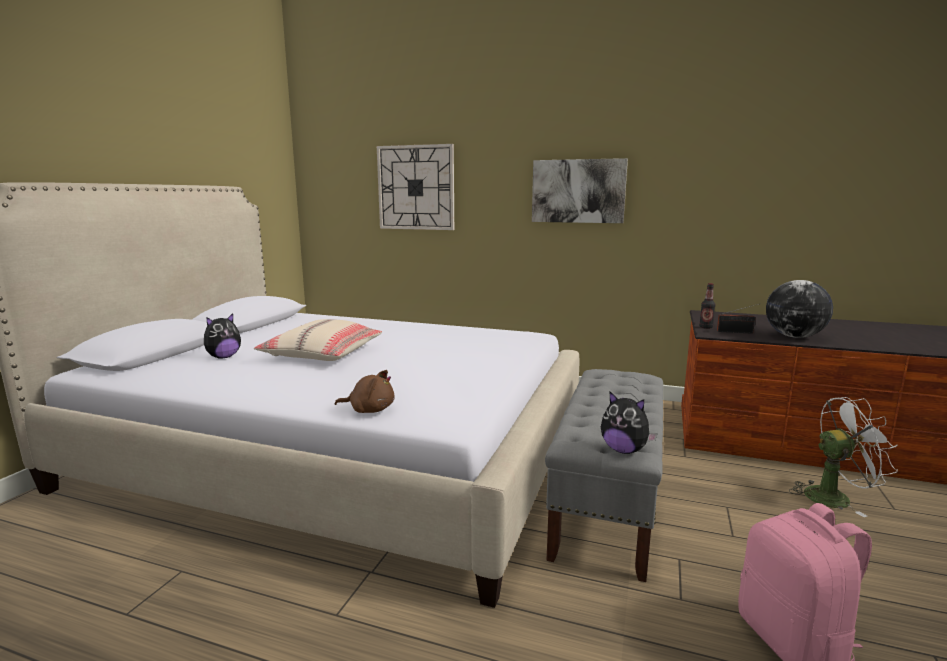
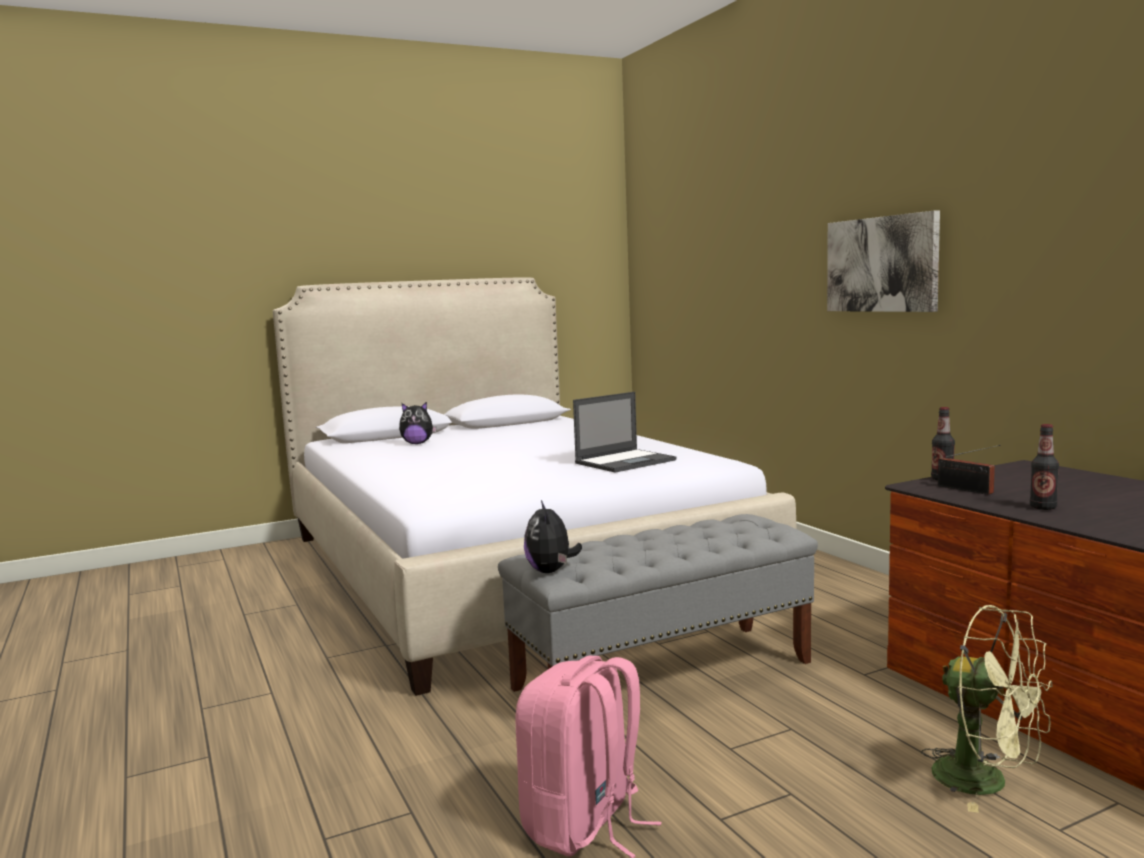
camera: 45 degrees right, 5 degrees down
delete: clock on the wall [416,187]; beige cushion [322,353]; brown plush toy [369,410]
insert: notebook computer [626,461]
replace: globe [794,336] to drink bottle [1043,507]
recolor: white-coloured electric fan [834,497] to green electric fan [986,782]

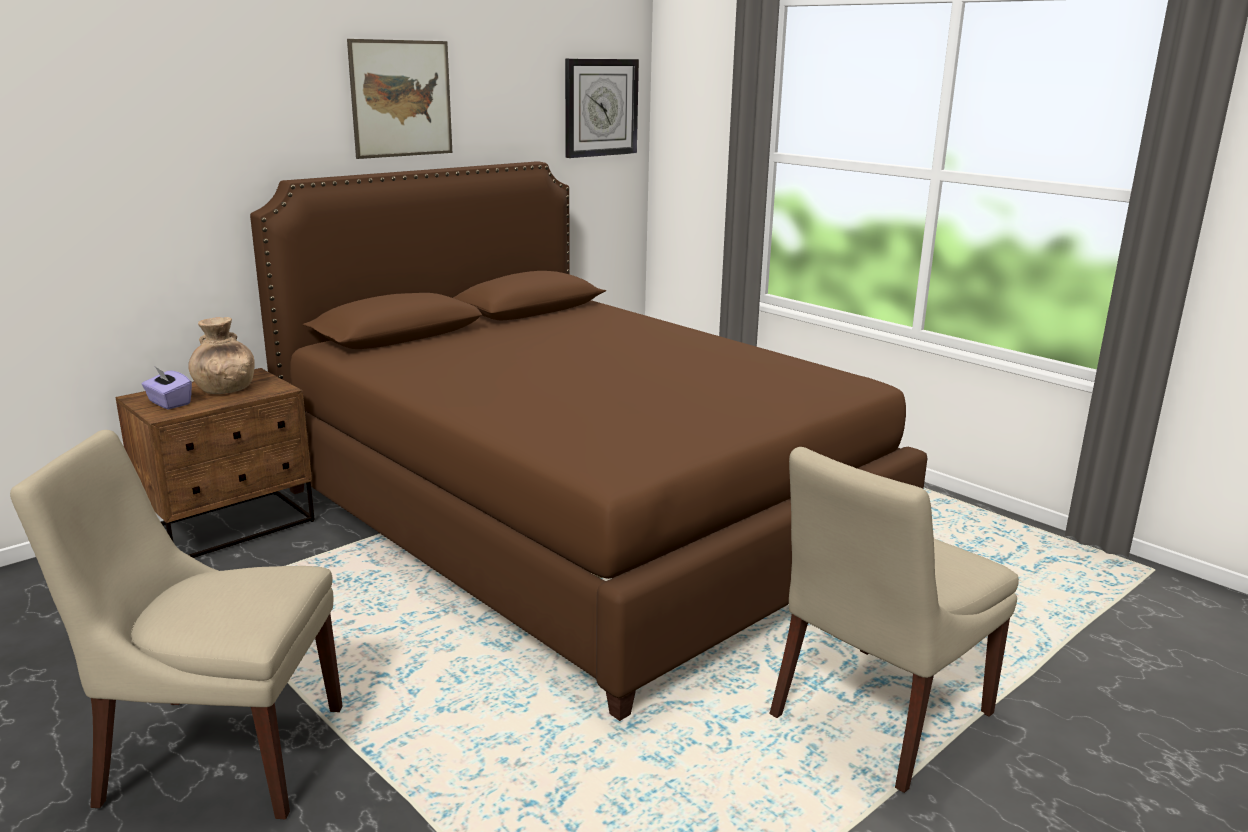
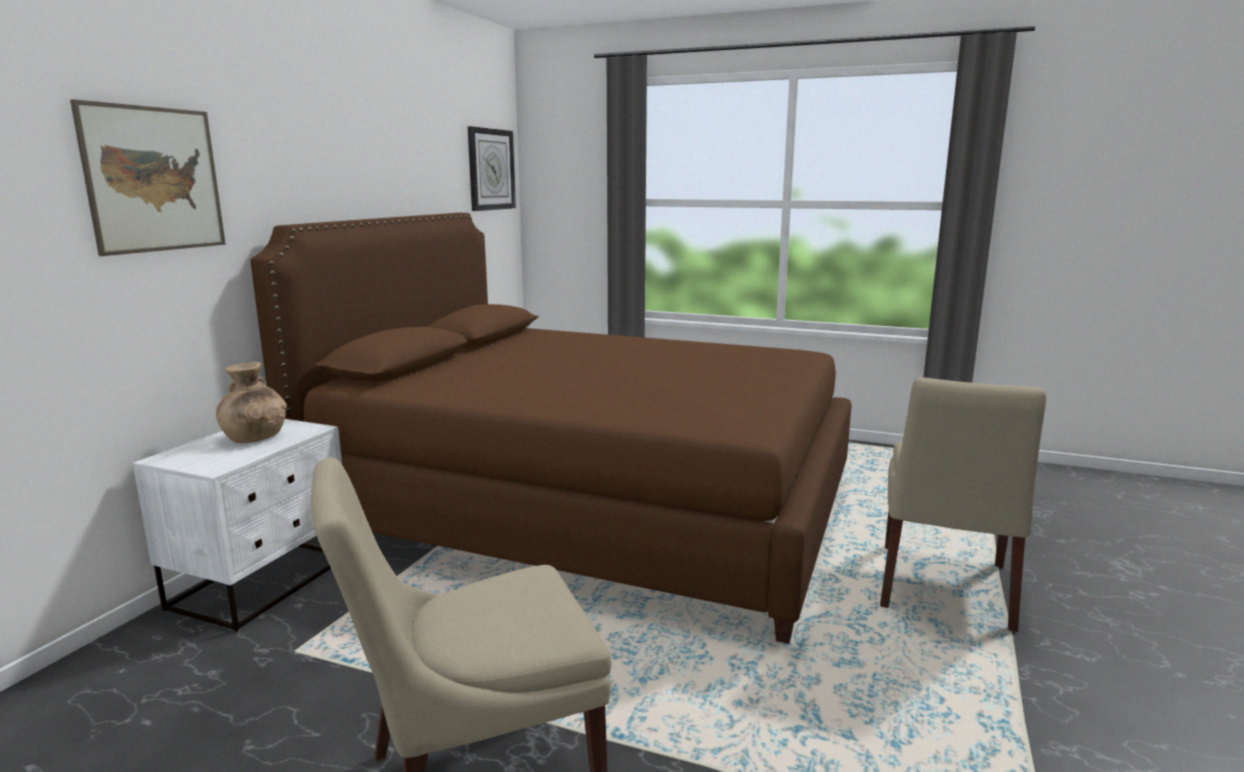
camera: 25 degrees left, 5 degrees down
delete: purple tissue box [169,403]
move: wall art [401,98] to [154,179]
recolor: brown nightstand [230,527] to white-coloured nightstand [264,582]

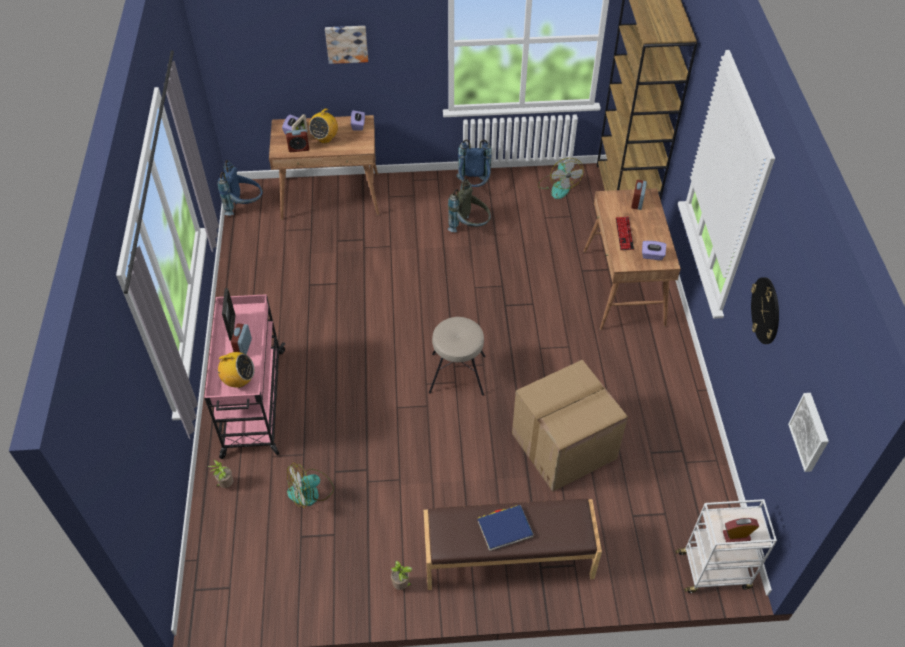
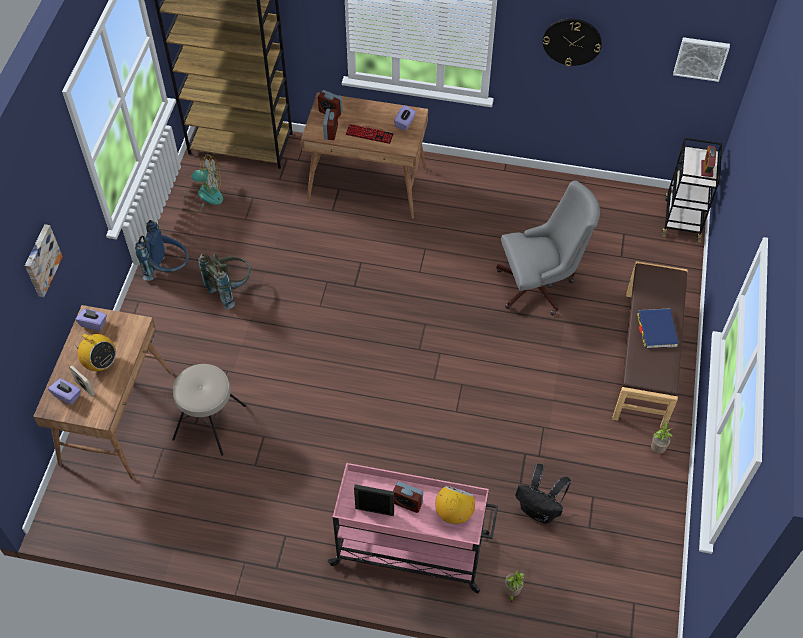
camera: 75 degrees left, 5 degrees up
delete: blue-coloured backpack [245,206]
move: alarm clock [299,148] to [331,132]; beige stool [457,374] to [210,422]
replace: carton [563,447] to gray desk chair [539,285]; electric fan [310,492] to blackish backpack [539,510]
recolor: white-coloured wheeled cart [714,570] to blackish wheeled cart [682,219]

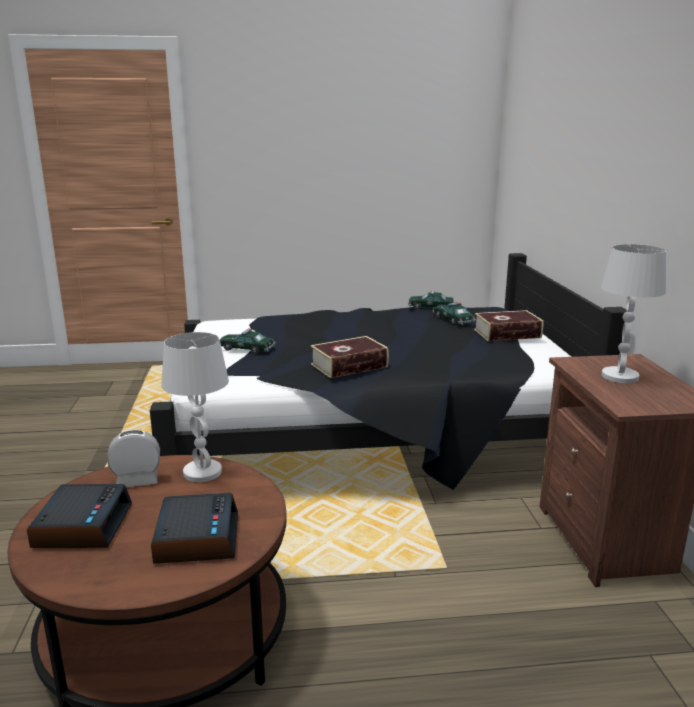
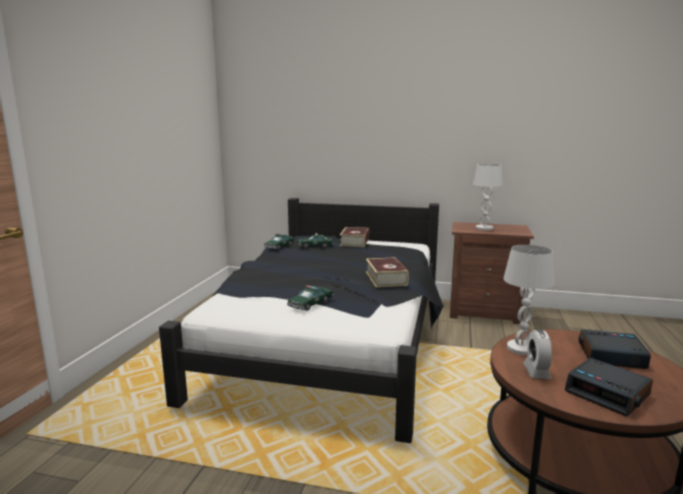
camera: 70 degrees left, 5 degrees down
rotate: alarm clock [82,525] = [608,393] 150 degrees counterclockwise

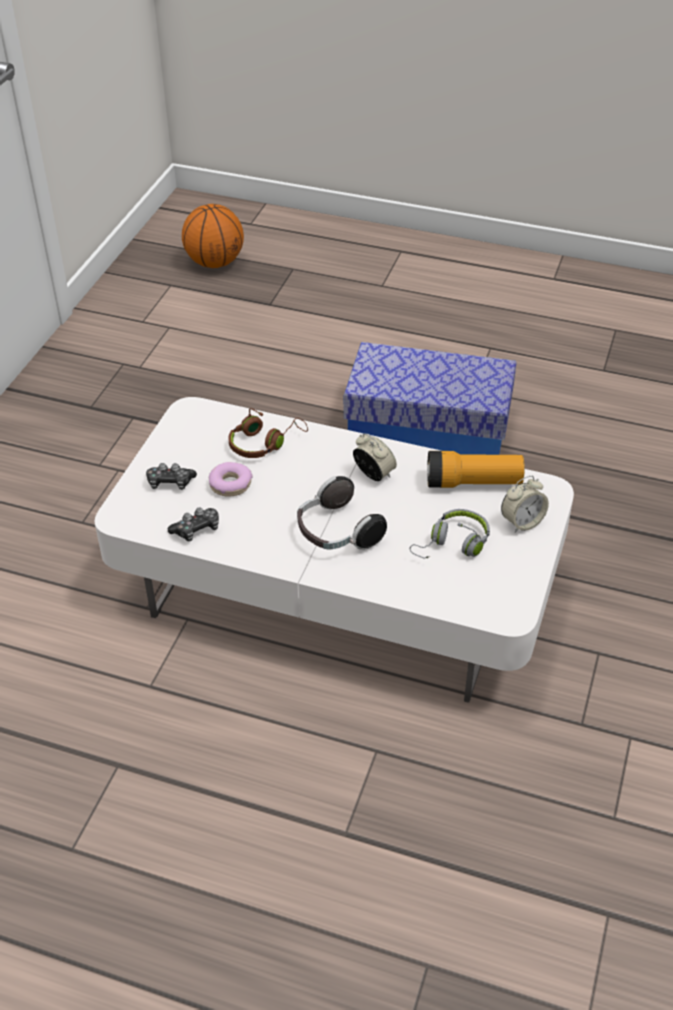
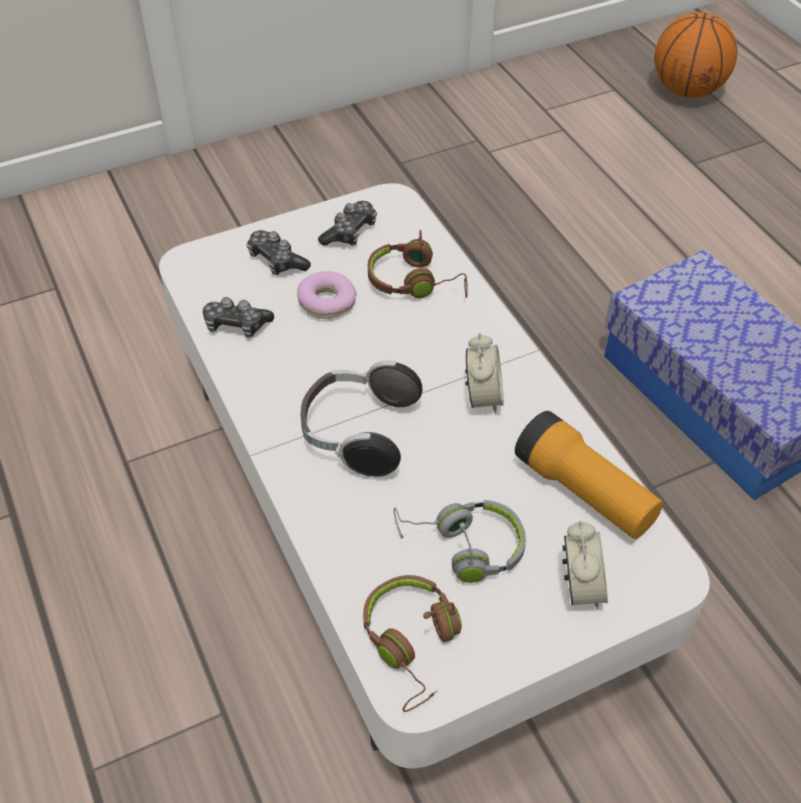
camera: 45 degrees right, 5 degrees up
insert: gamepad [350,232]; brown headphones [413,644]
rotate: alarm clock [522,522] = [580,588] 105 degrees counterclockwise

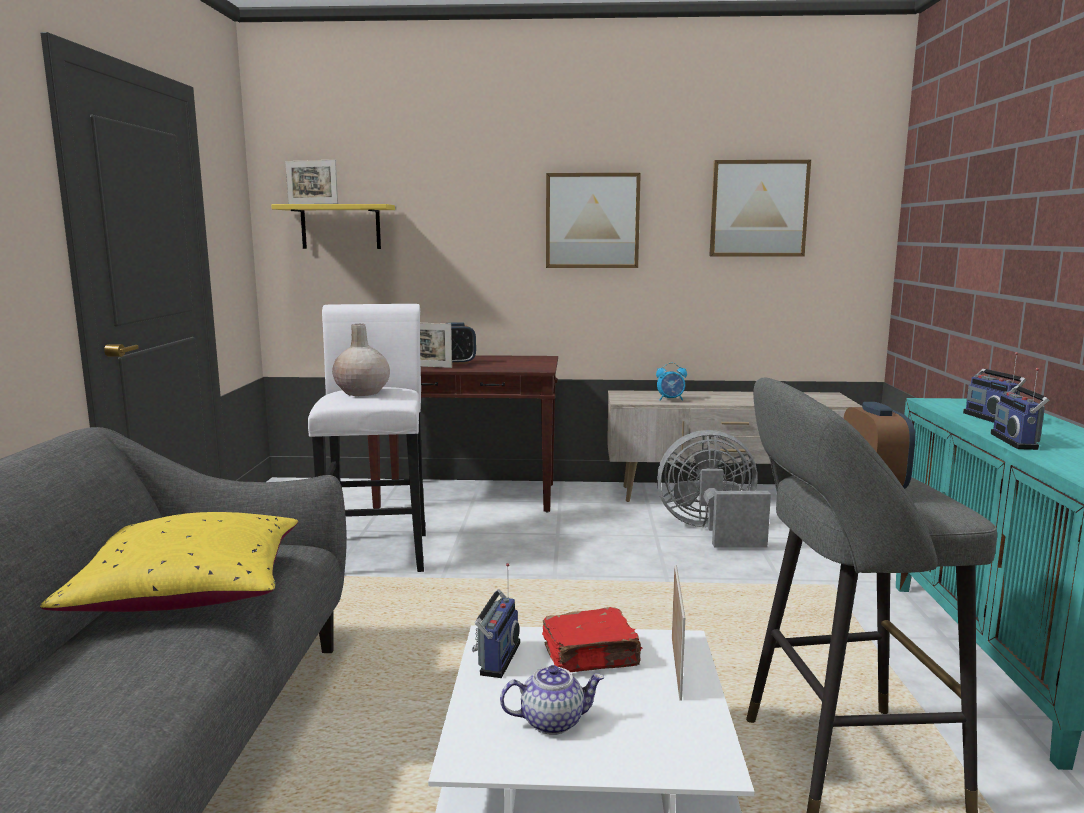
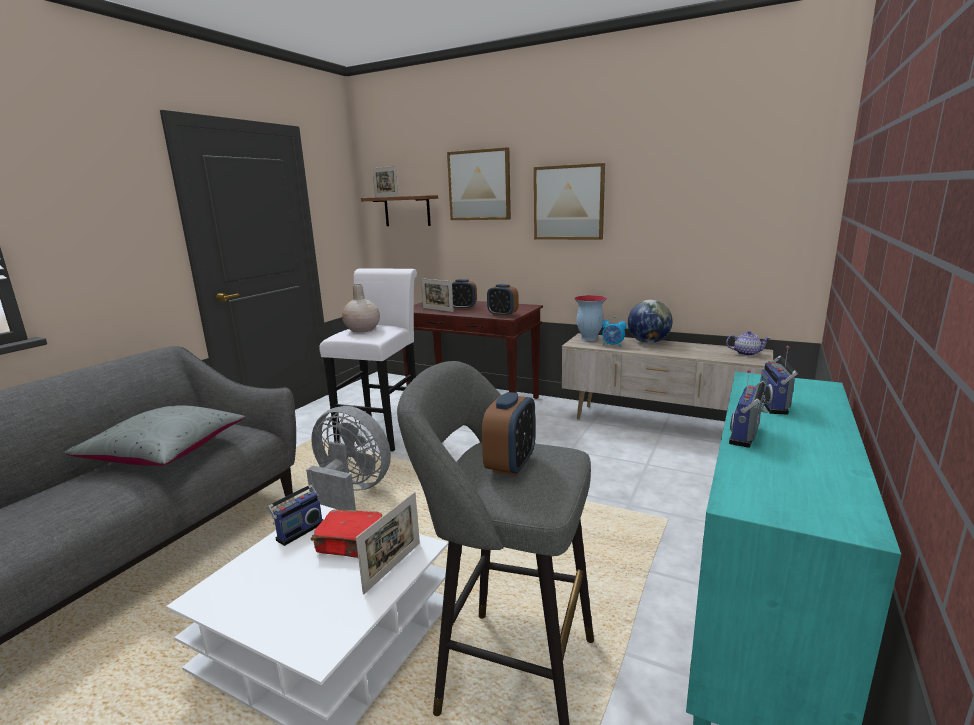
camera: 25 degrees right, 5 degrees up
insert: alarm clock [502,314]; flower vase [589,339]; globe [648,342]
move: wall art [758,208] to [479,185]; gray electric fan [711,531] to [350,494]; tea pot [552,721] to [746,353]
recolor: yellow-coloured bracket shelf [340,227] to brown bracket shelf [407,211]; yellow-coloured cushion [189,590] to gray cushion [165,452]

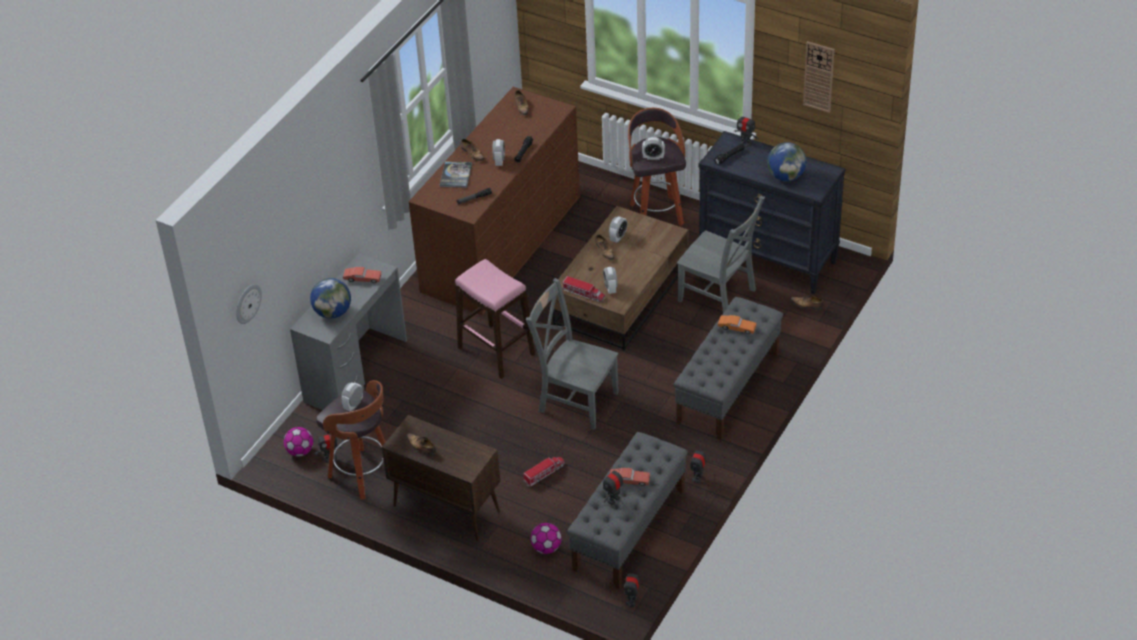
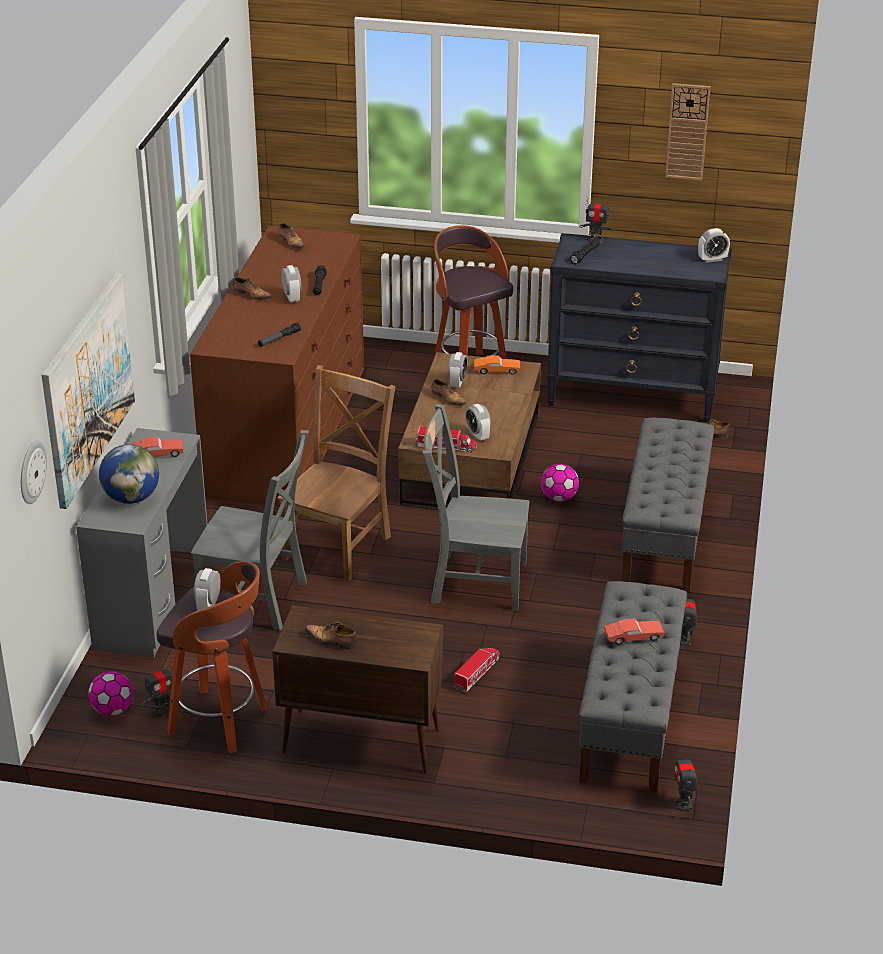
camera: 20 degrees left, 10 degrees down
delete: globe [786,176]; bound book [456,175]; model robot [613,499]
insert: wall art [87,388]
move: alarm clock [653,157] to [712,259]; gray chair [719,297] to [257,600]; orangey model car [736,328] to [496,371]; ball for football [546,548] to [559,498]
replace: pink-coloured stool [496,351] to brown chair [339,545]

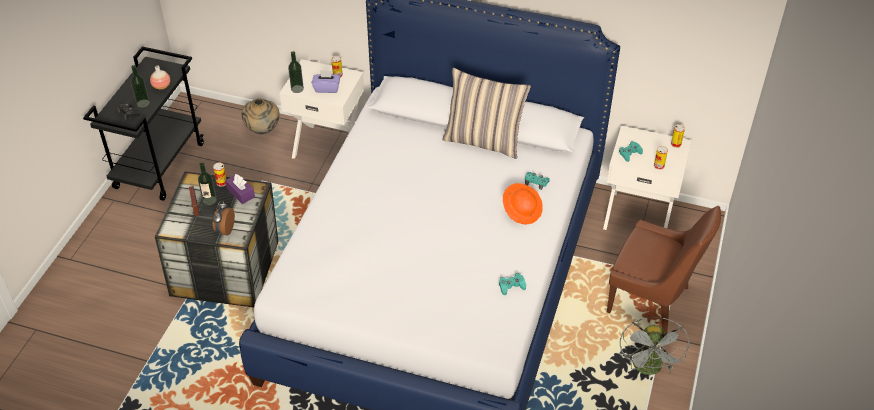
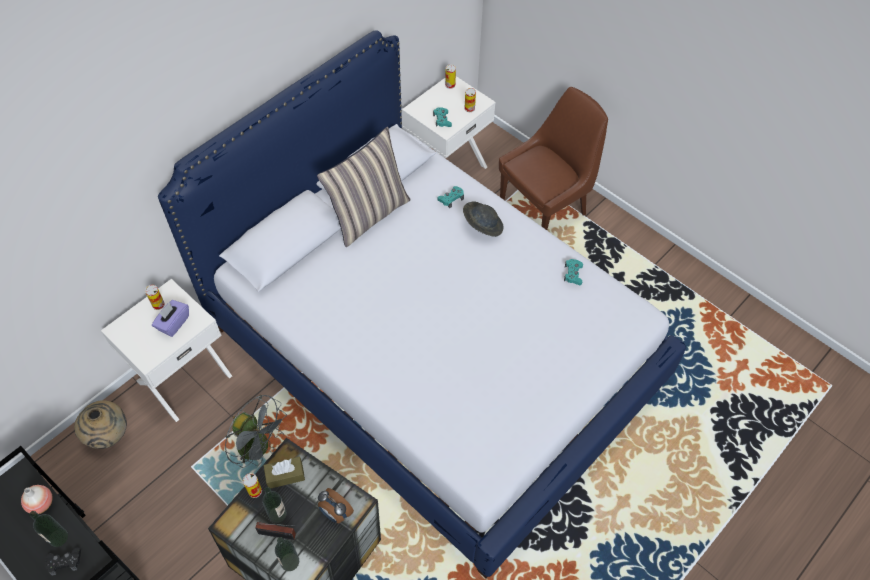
camera: 65 degrees left, 10 degrees up
move: drink bottle [297,89] to [290,562]; gray electric fan [649,369] to [260,448]
recolor: purple tissue box [240,193] to brown tissue box [285,475]; orangey wearable hat [522,211] to gray wearable hat [482,225]

